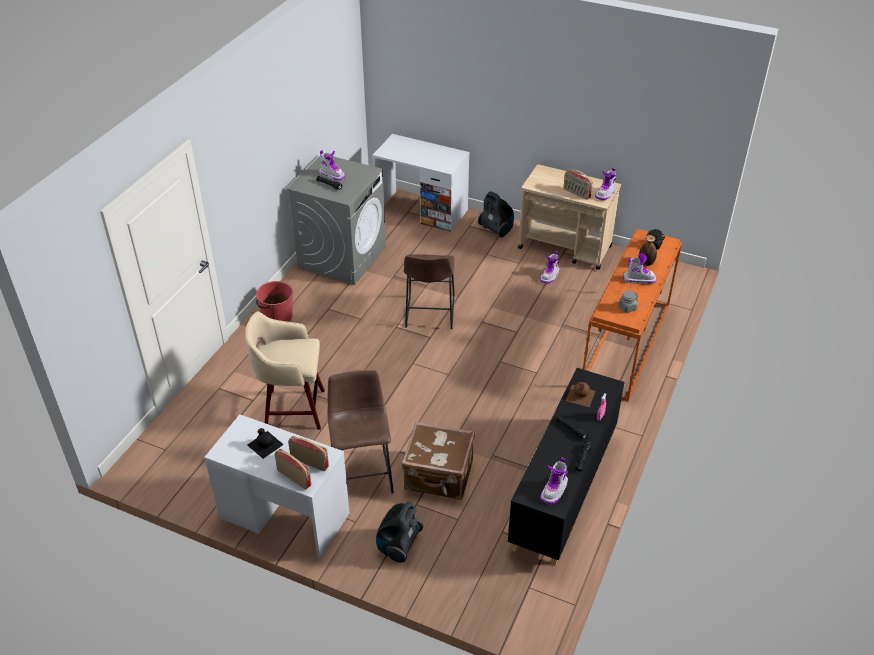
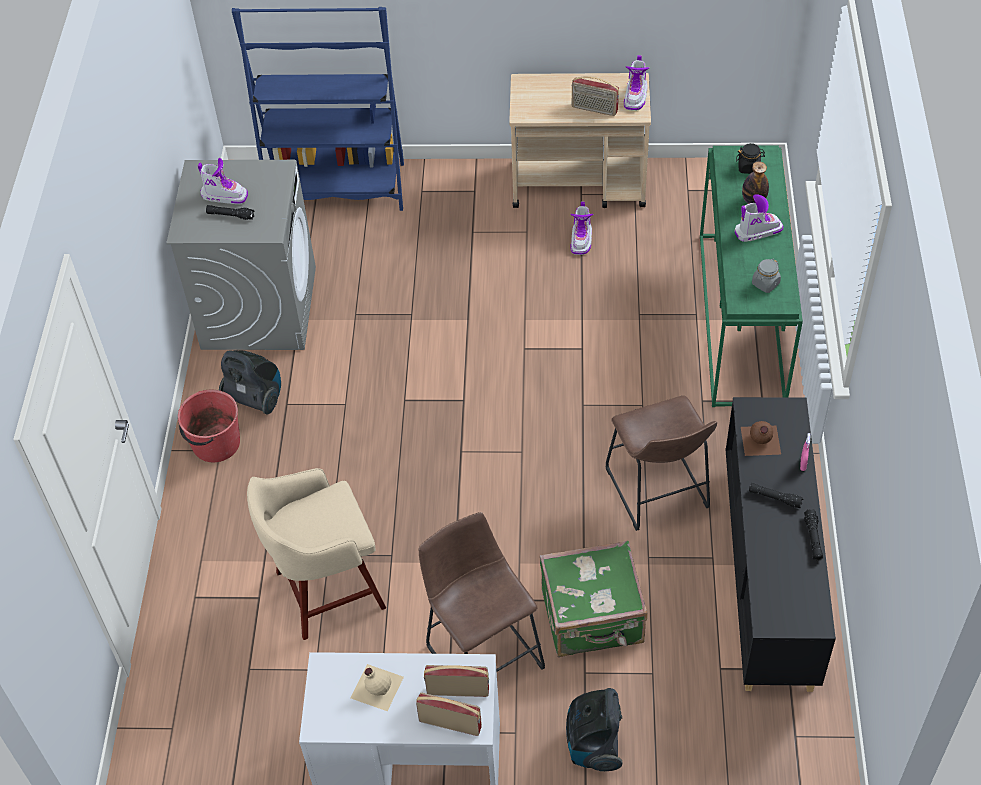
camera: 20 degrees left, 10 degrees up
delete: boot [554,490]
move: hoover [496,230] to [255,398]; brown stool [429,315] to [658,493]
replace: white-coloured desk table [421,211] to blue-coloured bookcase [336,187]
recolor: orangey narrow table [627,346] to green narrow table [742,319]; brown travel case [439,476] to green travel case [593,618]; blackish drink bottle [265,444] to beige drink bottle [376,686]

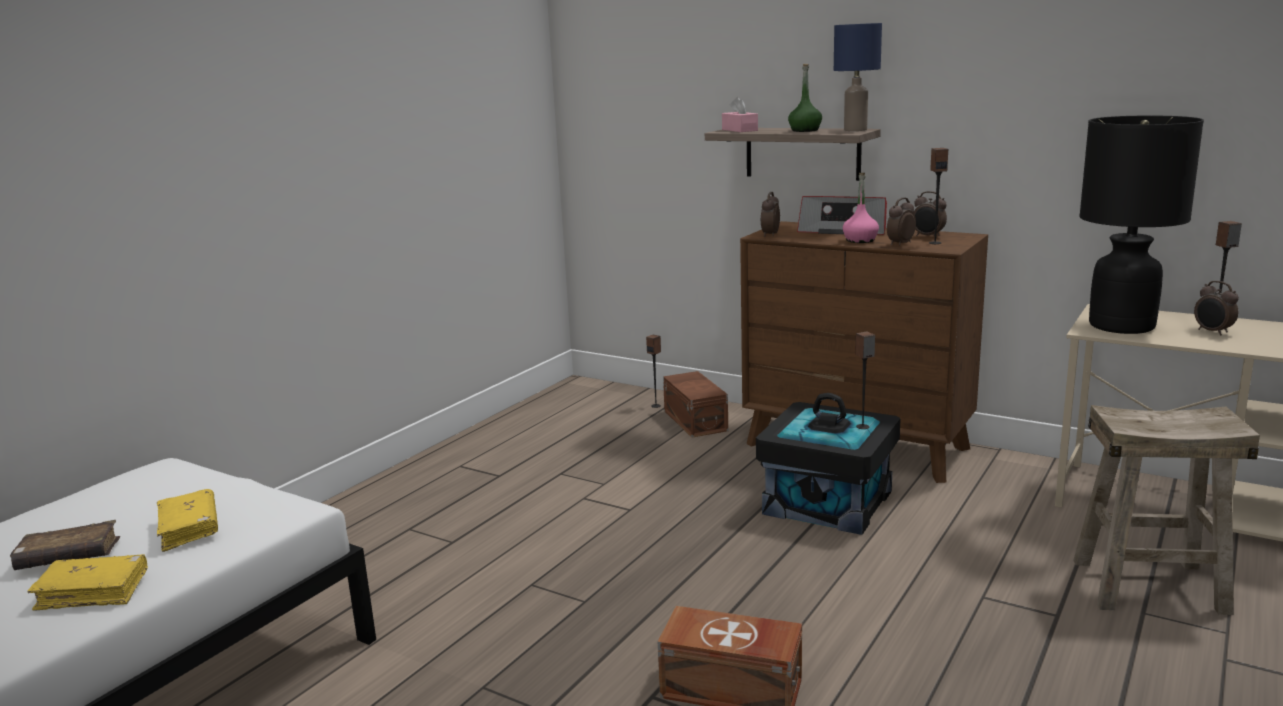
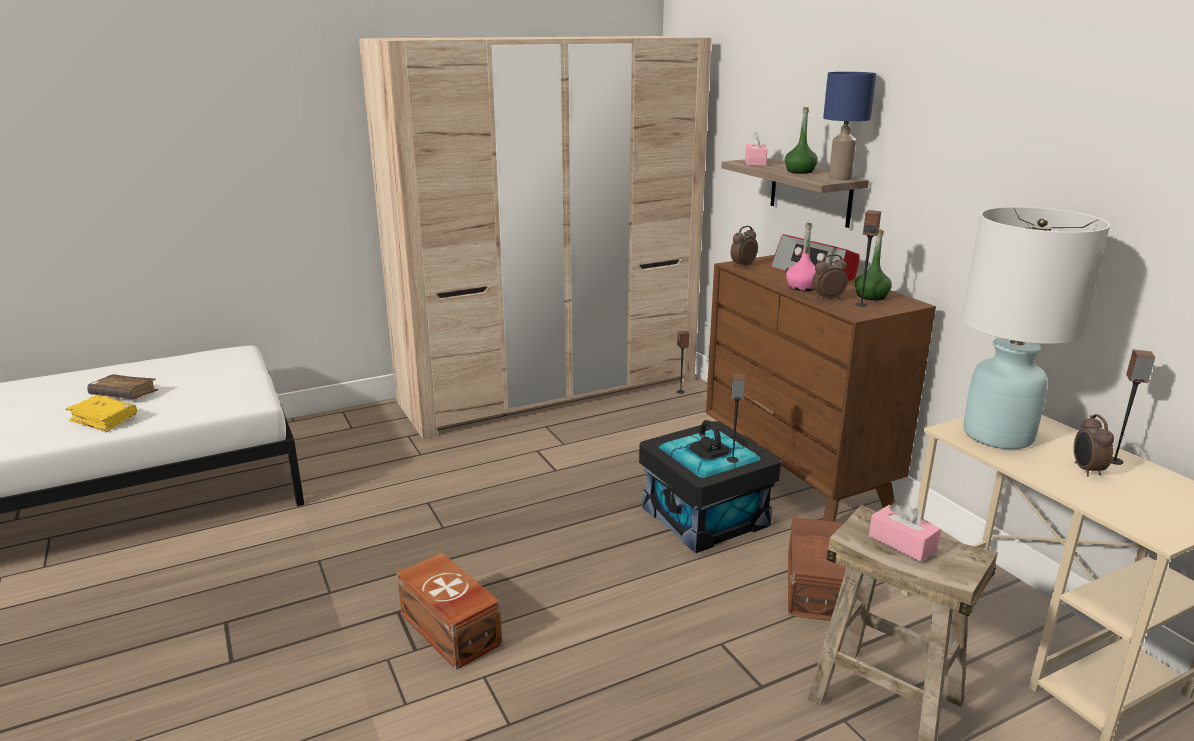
camera: 30 degrees right, 5 degrees up
delete: yellow-coloured bound book [189,529]
insert: beige armoire [550,390]; pink-coloured tissue box [902,543]
move: brown storage bin [696,420] to [814,586]
replace: alarm clock [928,236] to green drink bottle [871,296]
recolor: blackish lamp for a table [1121,326] to white-coloured lamp for a table [997,435]

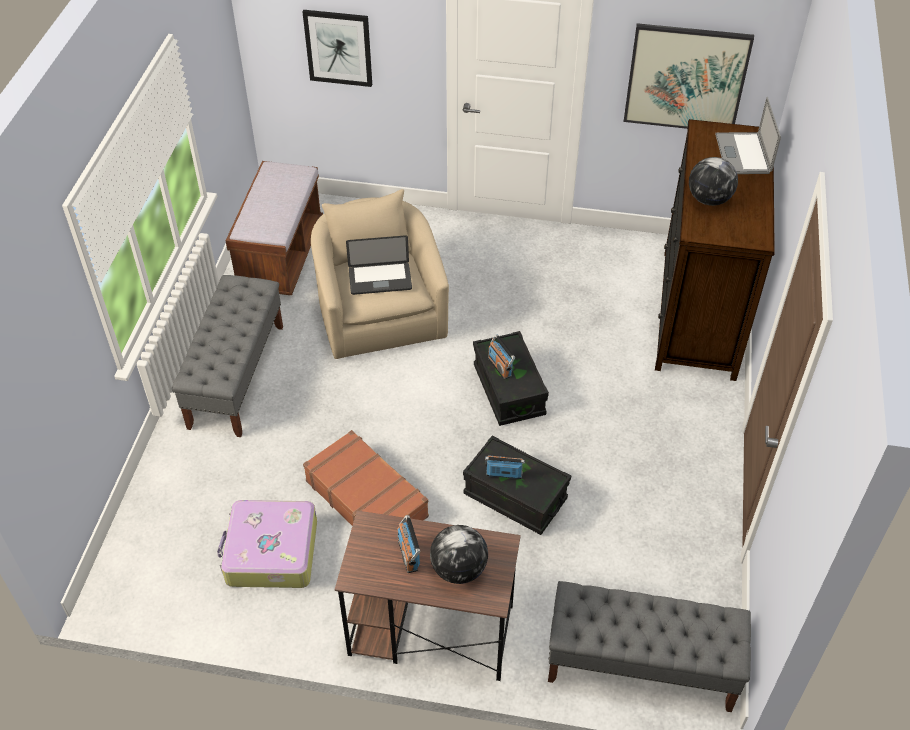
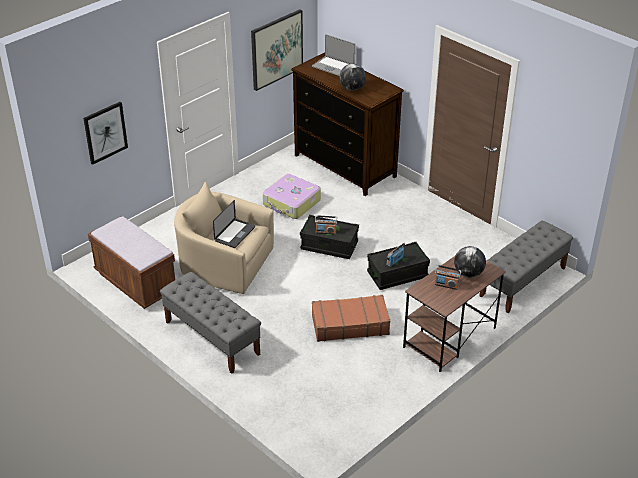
camera: 55 degrees left, 10 degrees down
move: travel case [270,552] to [291,203]

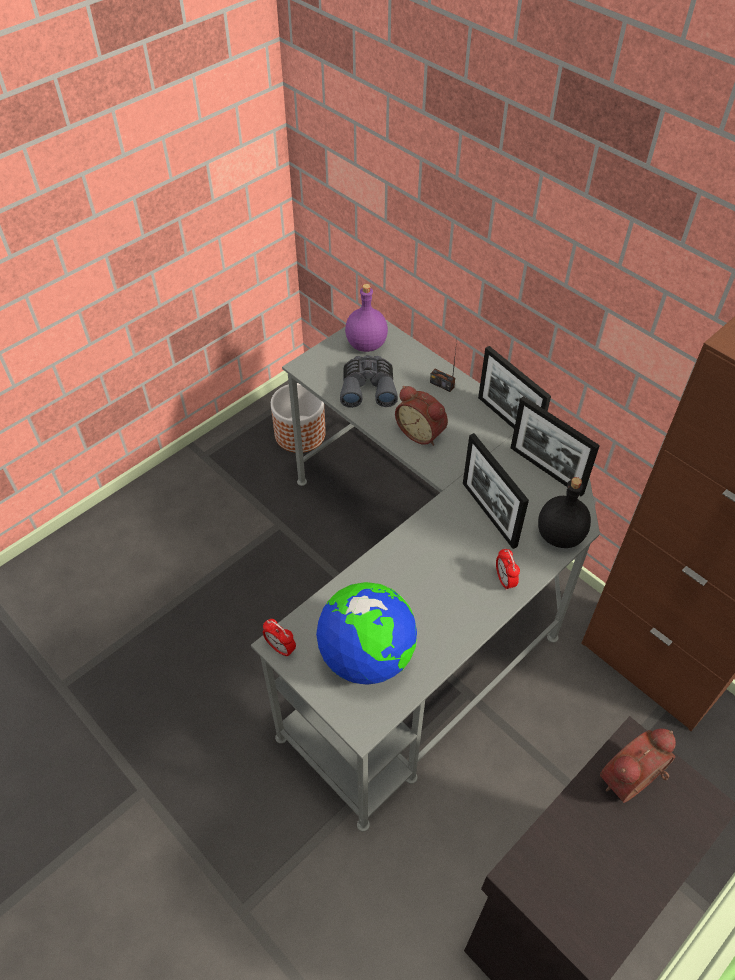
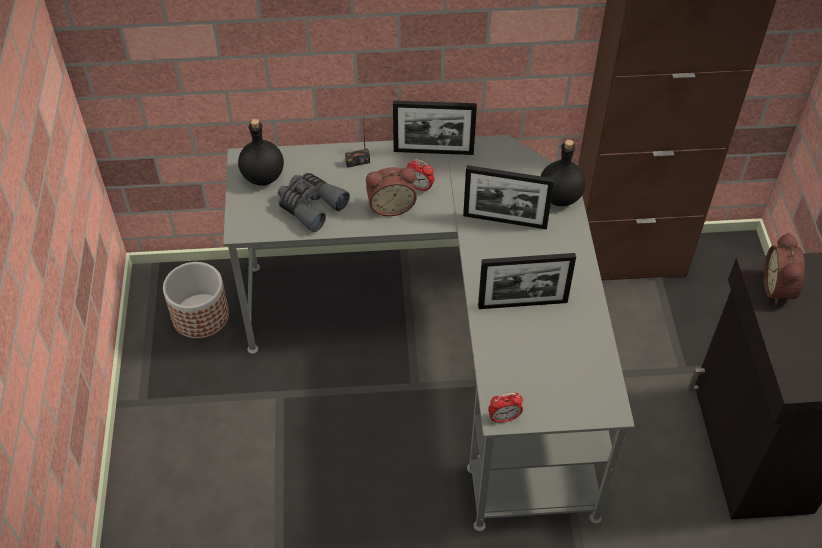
camera: 50 degrees left, 0 degrees up
delete: globe [367,656]
move: standing frame [546,470] to [522,304]; alarm clock [504,580] to [419,187]
recolor: purple drink bottle [366,345] to blackish drink bottle [263,177]

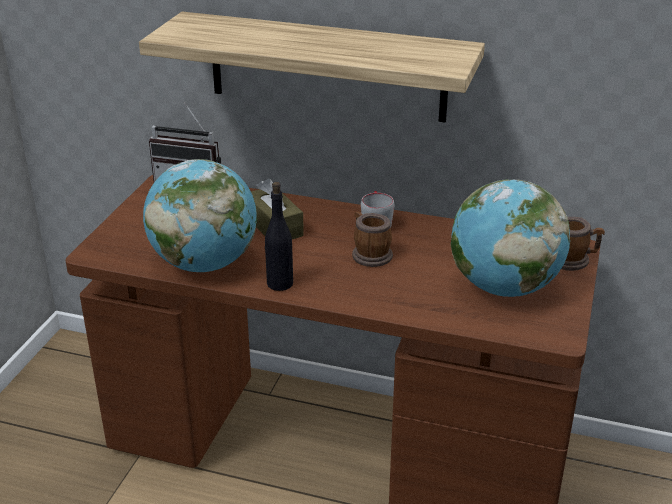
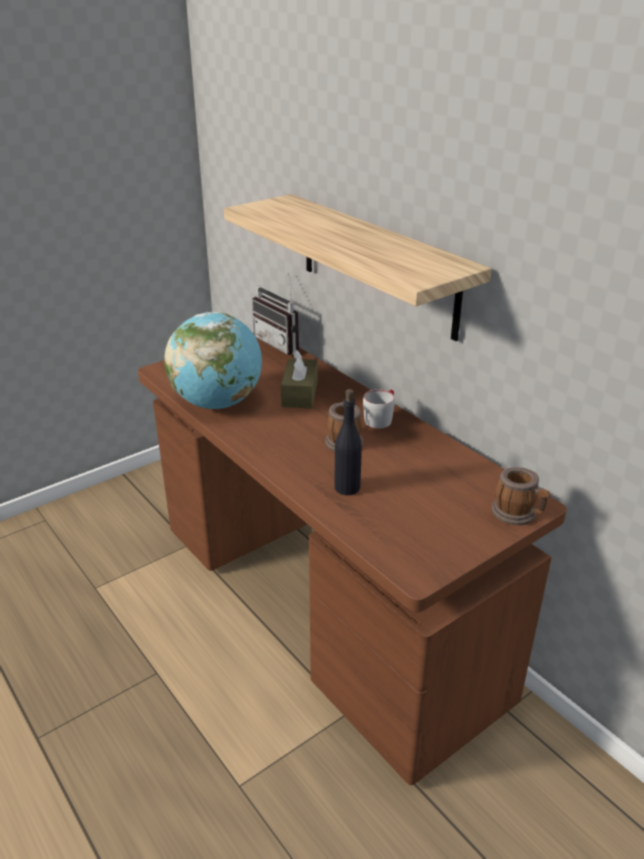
camera: 35 degrees right, 0 degrees up
delete: globe [503,287]
move: blackish drink bottle [279,283] to [347,487]

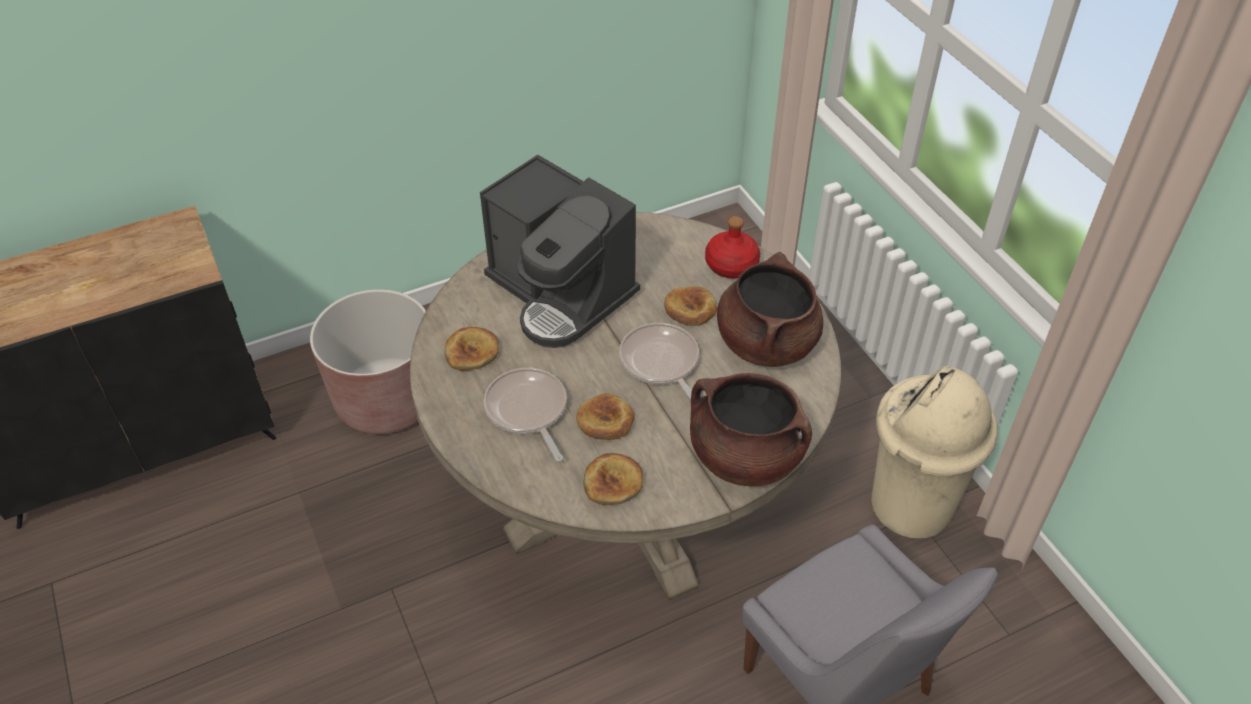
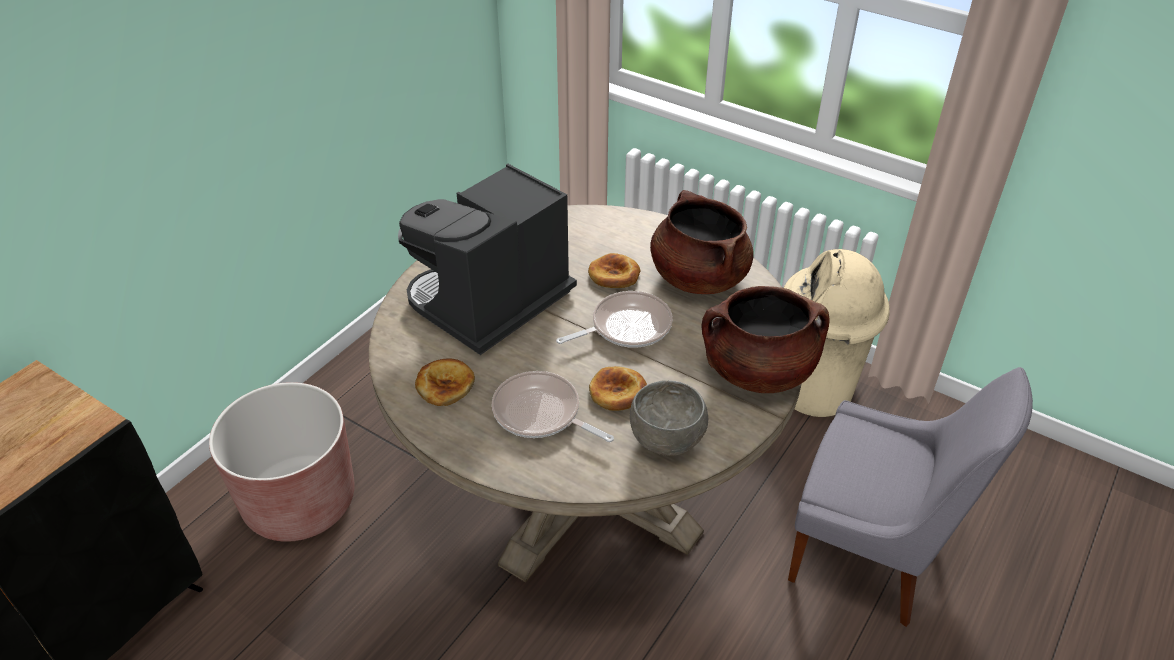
camera: 30 degrees left, 5 degrees down
delete: reddish drink bottle [731,264]
replace: bakery bread [613,482] to gray deep dish [667,439]
rotate: coffee maker [561,293] = [490,304] 120 degrees clockwise; pan [661,363] = [626,327] 120 degrees clockwise

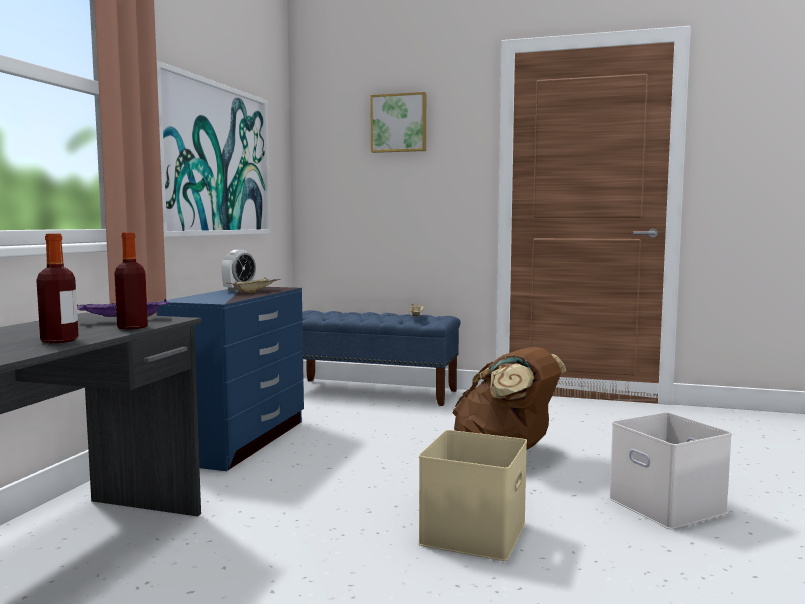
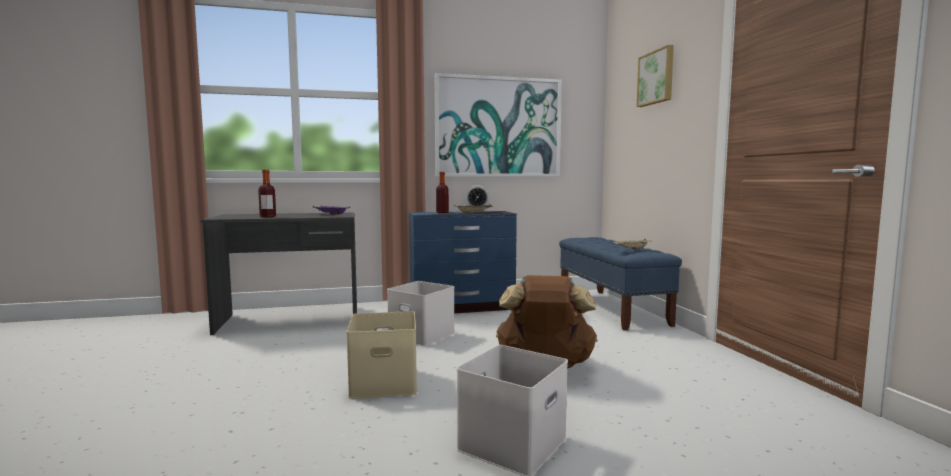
camera: 60 degrees right, 0 degrees up
insert: white-coloured storage bin [423,335]
move: drink bottle [132,327] to [442,212]

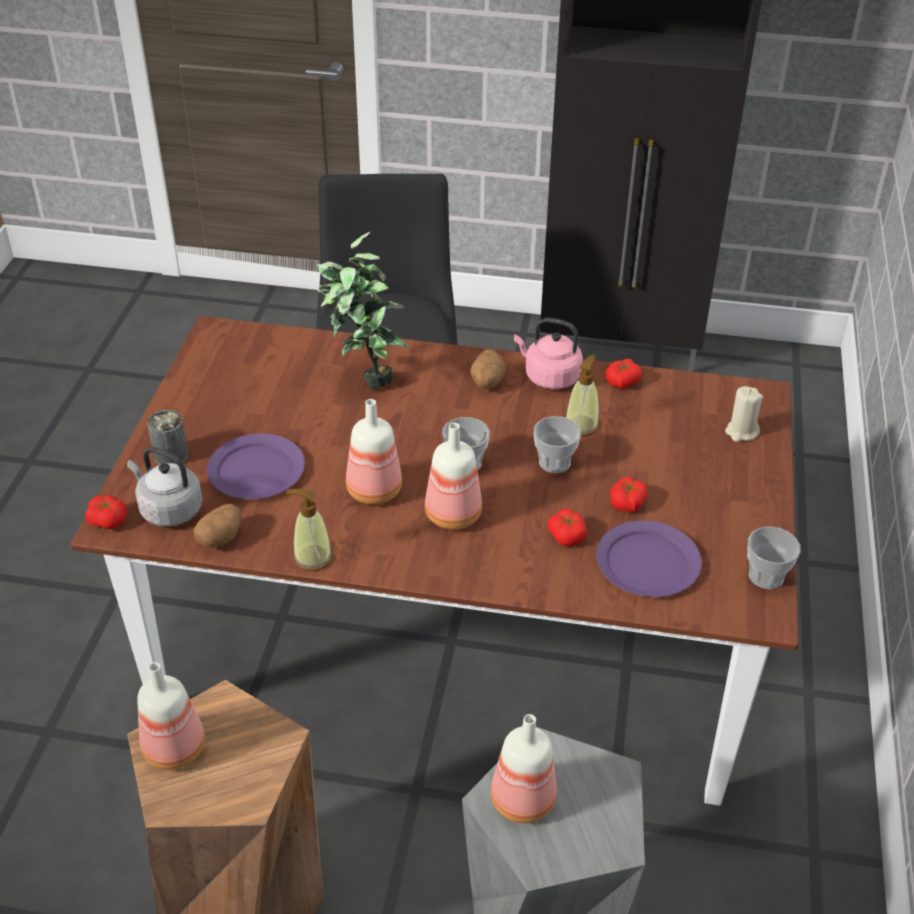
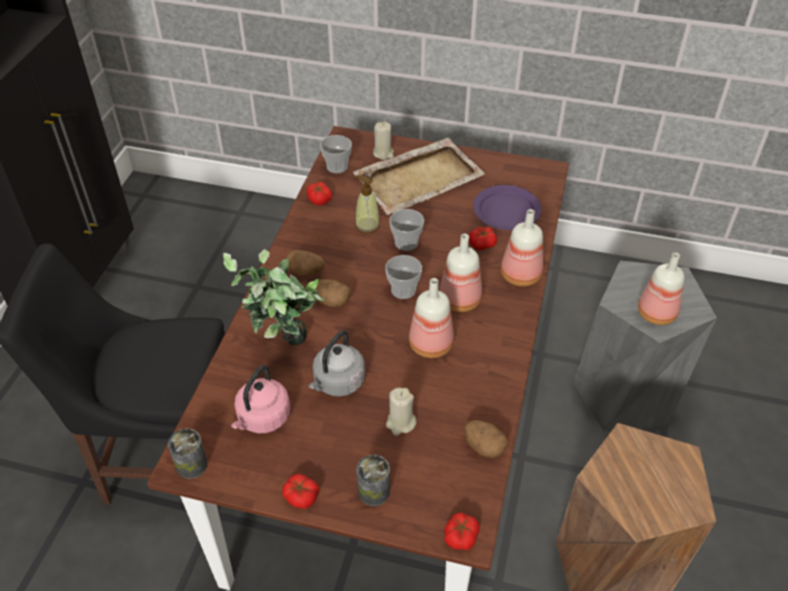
camera: 85 degrees left, 5 degrees up
delete: soap bottle [312,558]
insert: beige tray [420,178]; whole potato [331,301]; sealed can [192,465]
move: pink-coloured tea kettle [549,377] to [262,419]; gray tea kettle [168,509] to [337,383]; whole tomato [627,502] to [301,496]; cup [766,576] to [337,166]; drink bottle [175,747] to [519,275]
replace: purple dinner plate [257,470] to beige wax candle [400,423]

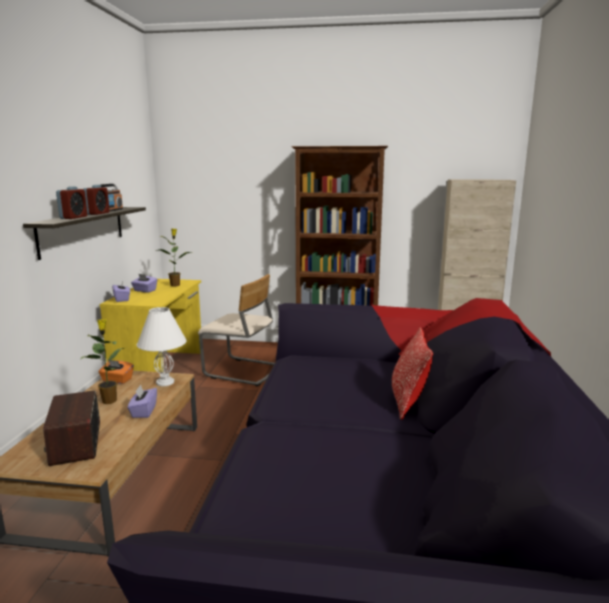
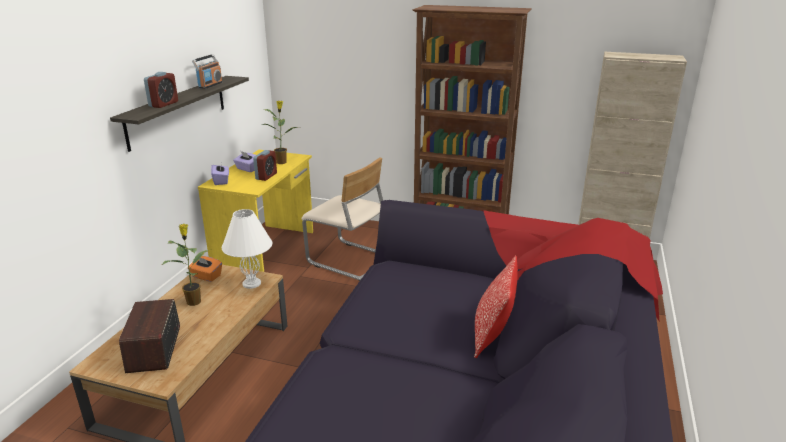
camera: 10 degrees right, 10 degrees up
delete: purple tissue box [143,411]
move: alarm clock [97,213] to [266,176]

